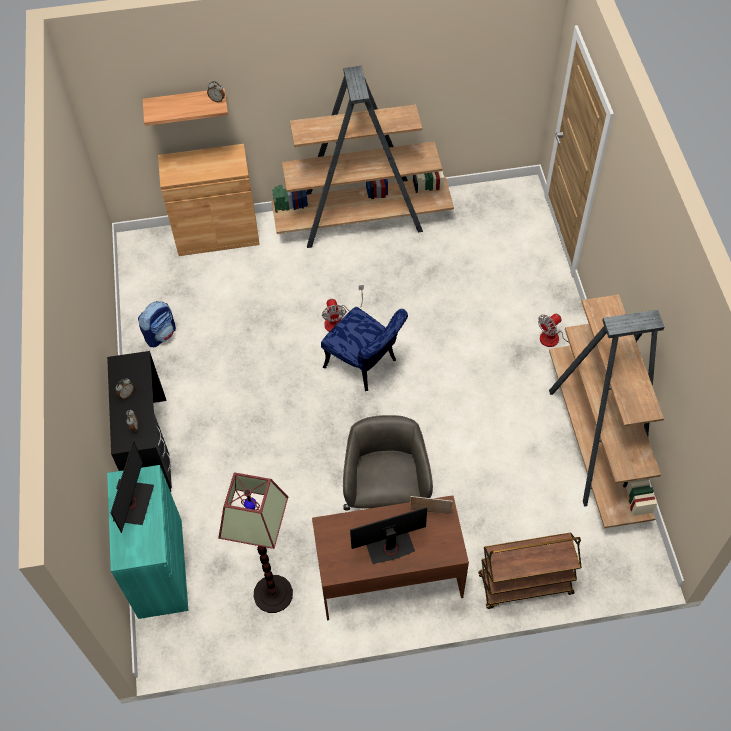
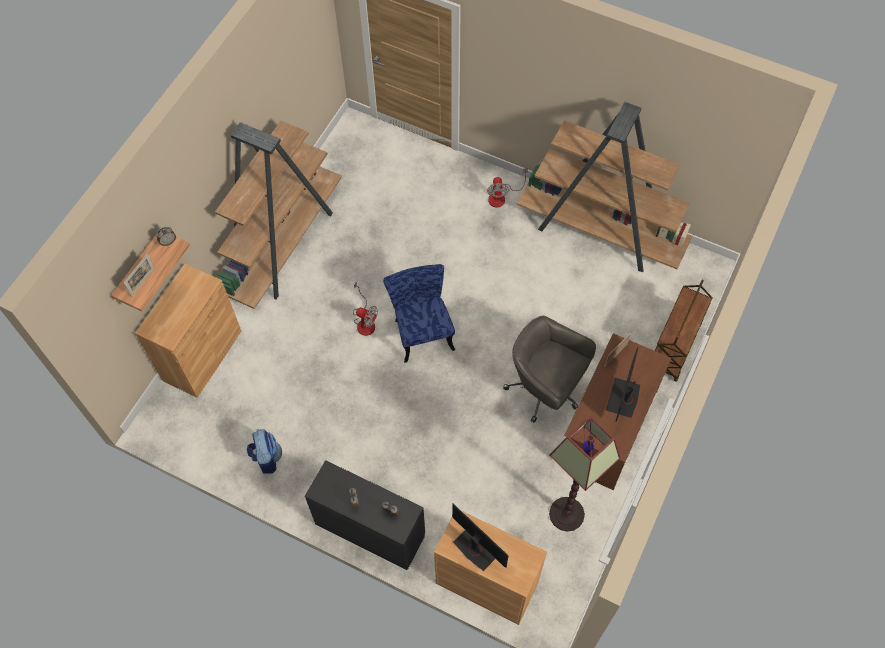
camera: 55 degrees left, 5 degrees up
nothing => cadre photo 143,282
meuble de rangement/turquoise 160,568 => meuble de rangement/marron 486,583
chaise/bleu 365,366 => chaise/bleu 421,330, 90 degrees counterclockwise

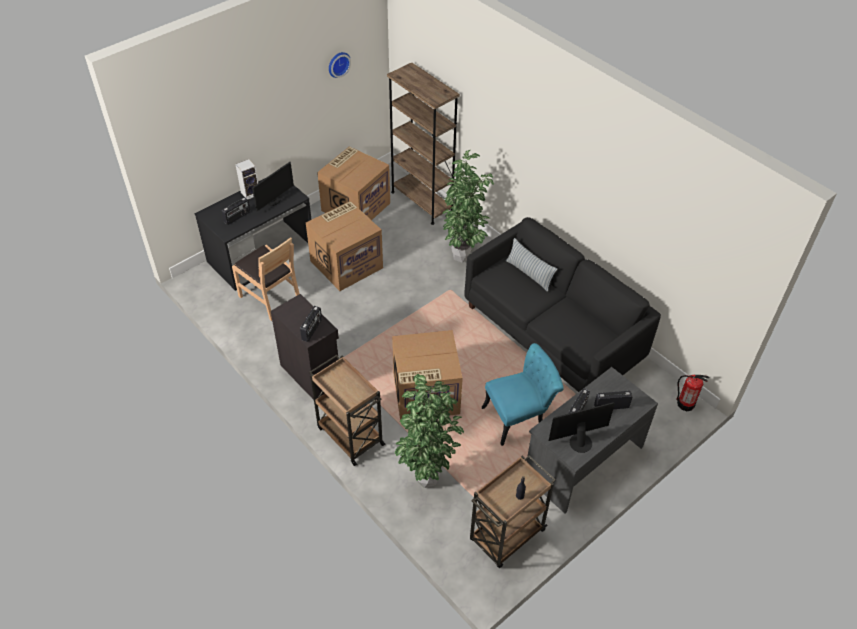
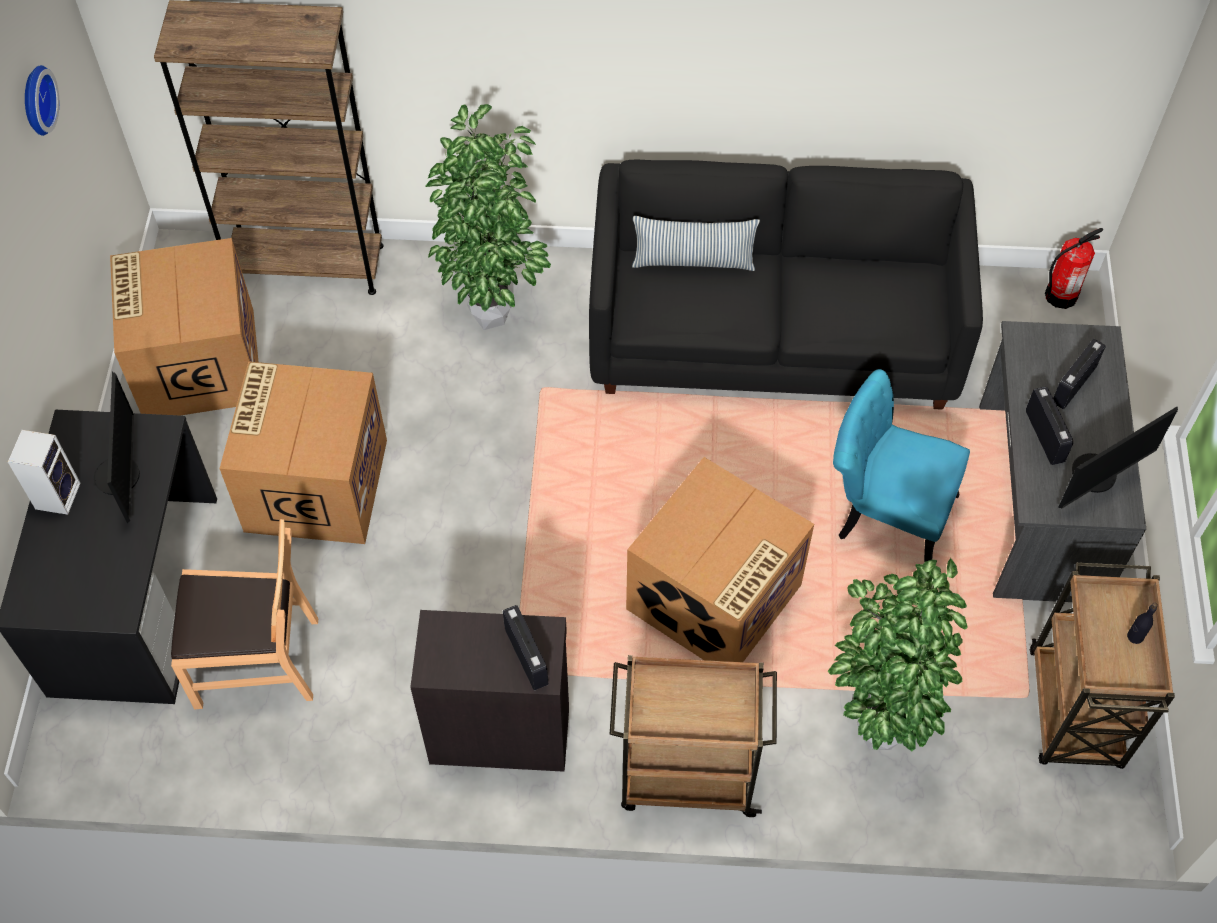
camera: 45 degrees left, 10 degrees up
radio 237,217 => nothing
chaise/turquoise 519,417 => chaise/turquoise 884,513, 90 degrees counterclockwise
écran d'ordinateur 579,441 => écran d'ordinateur 1097,477, 150 degrees counterclockwise

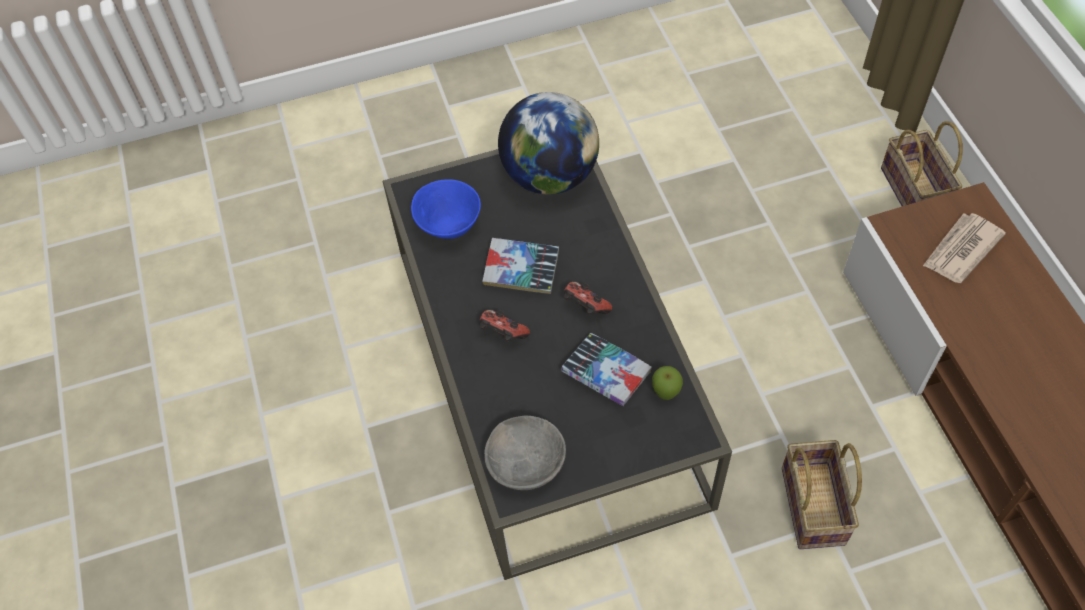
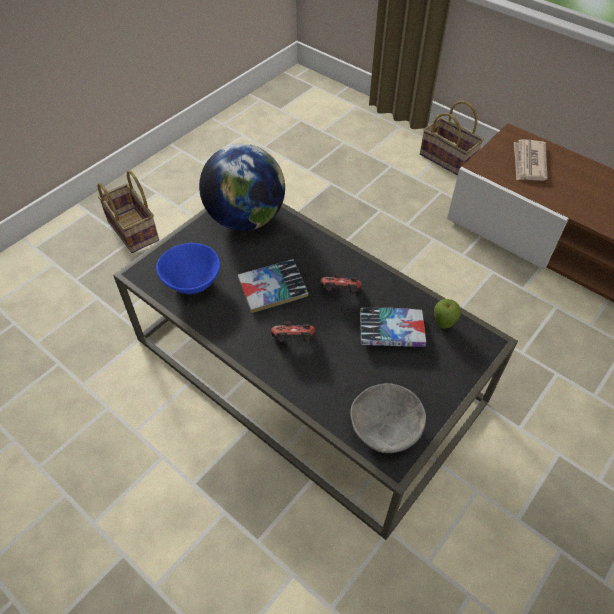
camera: 35 degrees left, 5 degrees down
panier 815,508 => panier 135,231, move

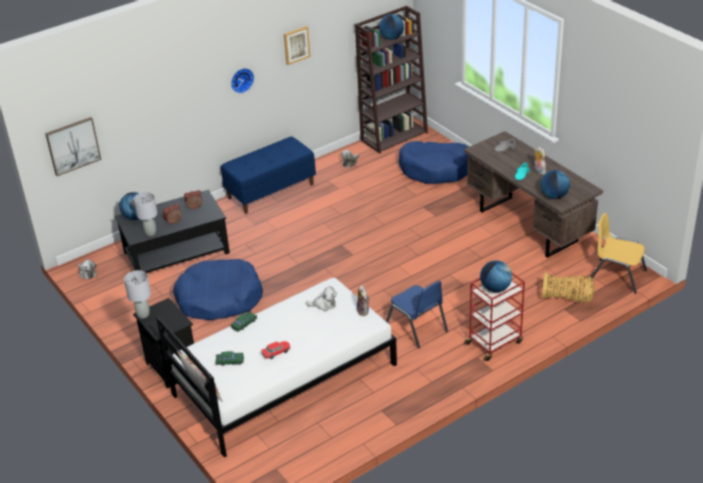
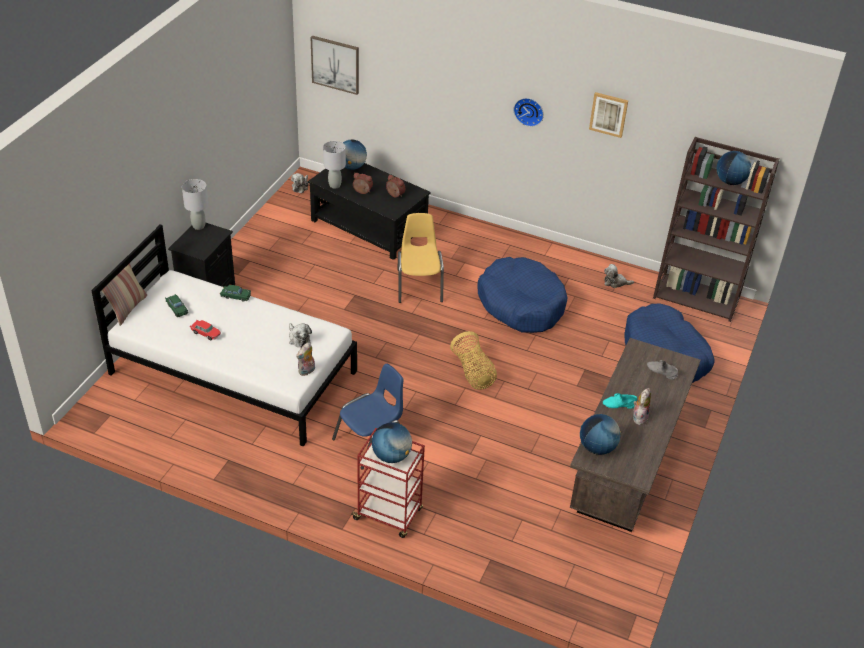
camera: 55 degrees right, 5 degrees up
banc/bleu 271,191 => nothing
panier pour chien/bleu 219,298 => panier pour chien/bleu 521,304, move
panier 567,298 => panier 473,372, move
chaise/jaune 617,275 => chaise/jaune 419,285, move
chaise/bleu 417,328 => chaise/bleu 371,441, 150 degrees counterclockwise

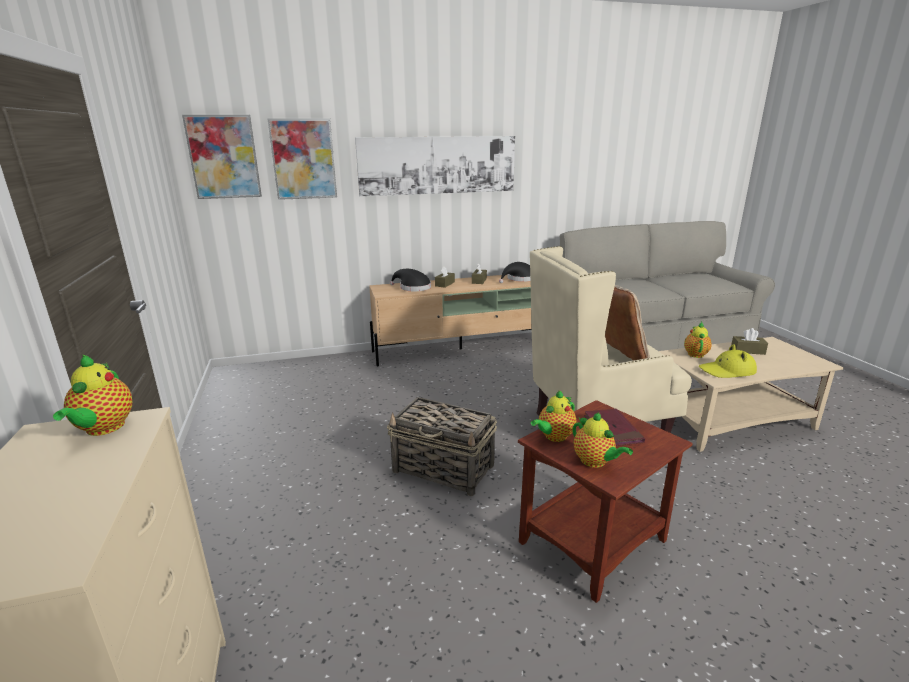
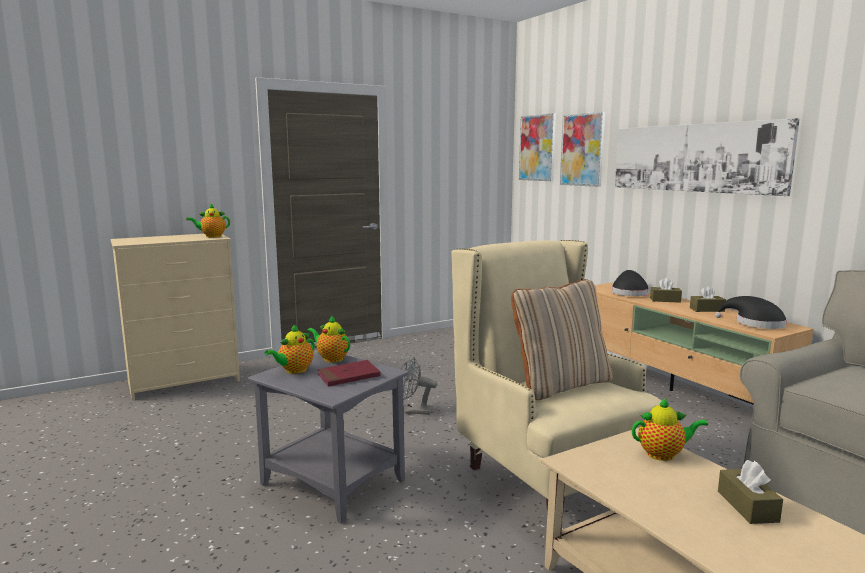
camera: 75 degrees right, 10 degrees down
chapeau/jaune 727,371 => nothing
panier 444,469 => ventilateur/gris 414,411
table d'appoint/marron 591,540 => table d'appoint/gris 334,481

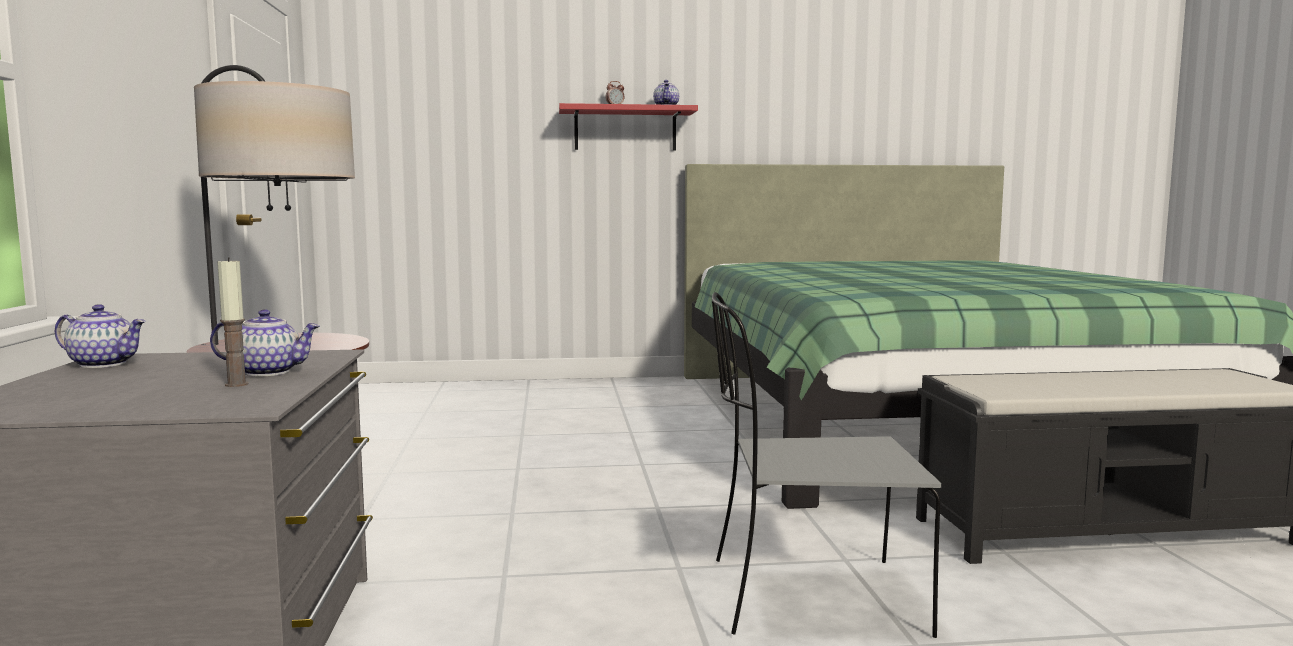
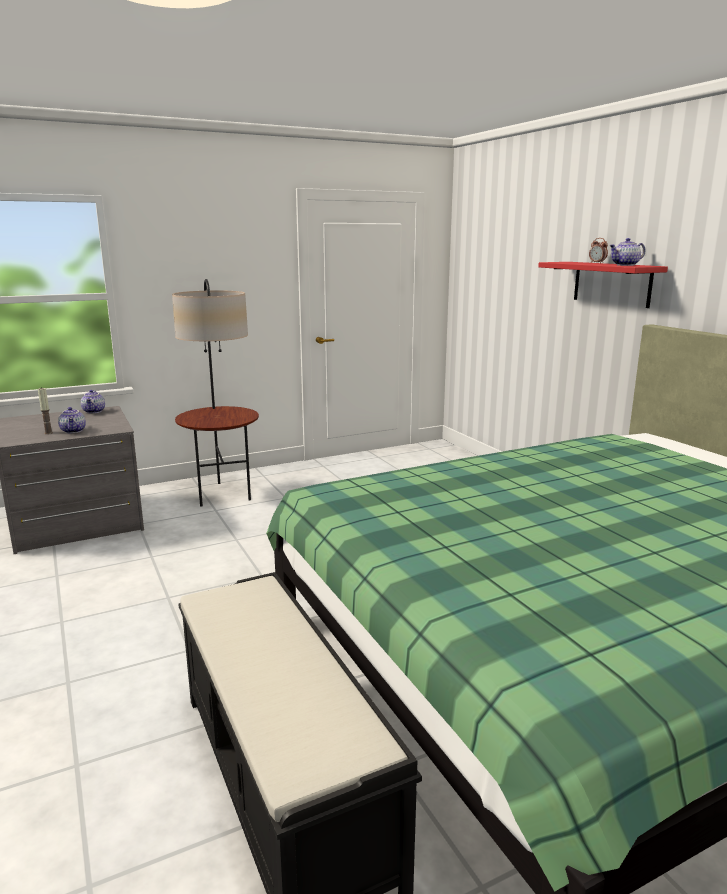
camera: 70 degrees right, 10 degrees up
chaise/gris 809,596 => nothing

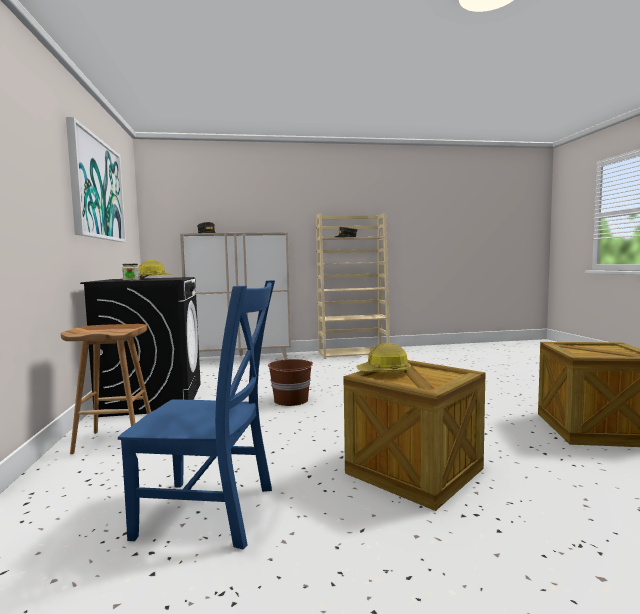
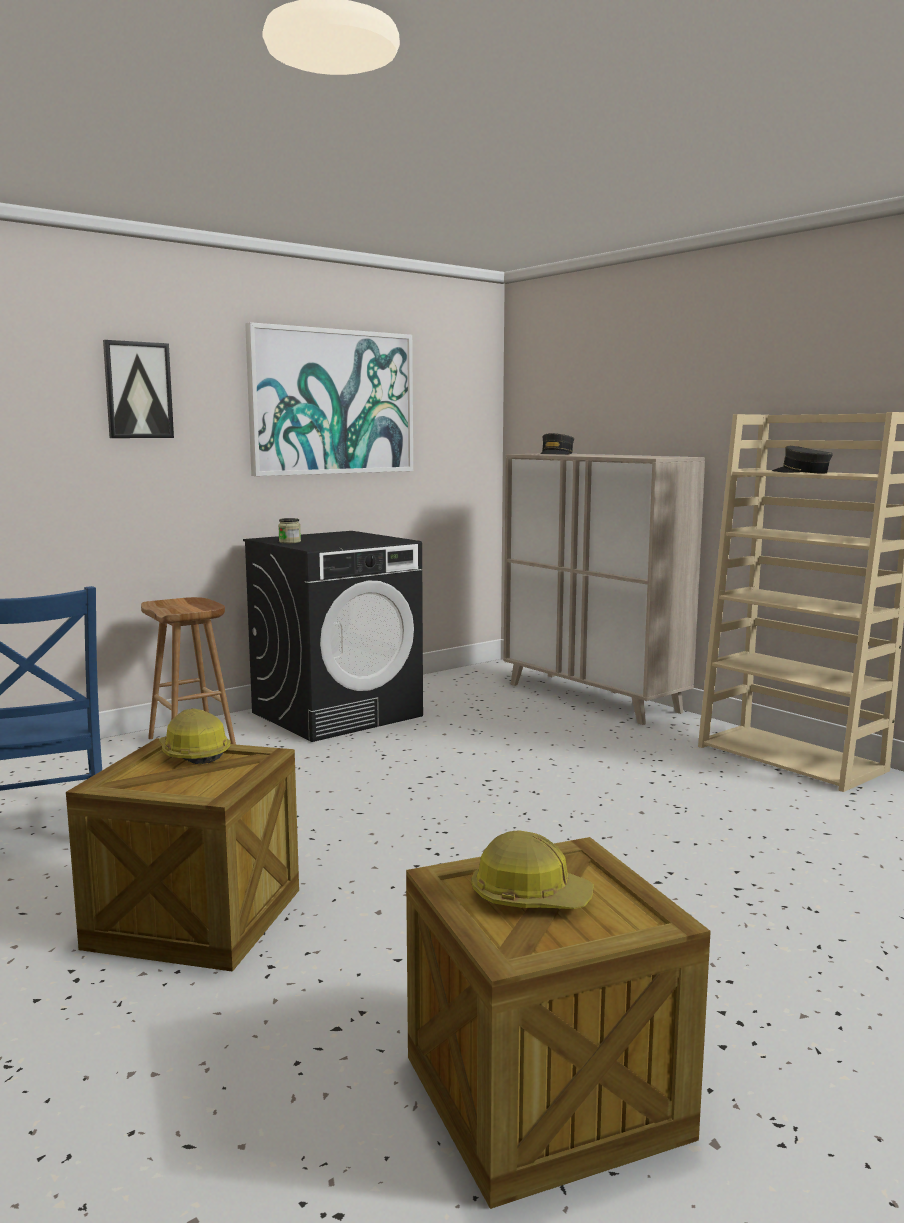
camera: 60 degrees right, 5 degrees up
seau/marron 291,400 => nothing
nothing => tableau 138,390
casque de chantier 154,278 => casque de chantier 529,897, move

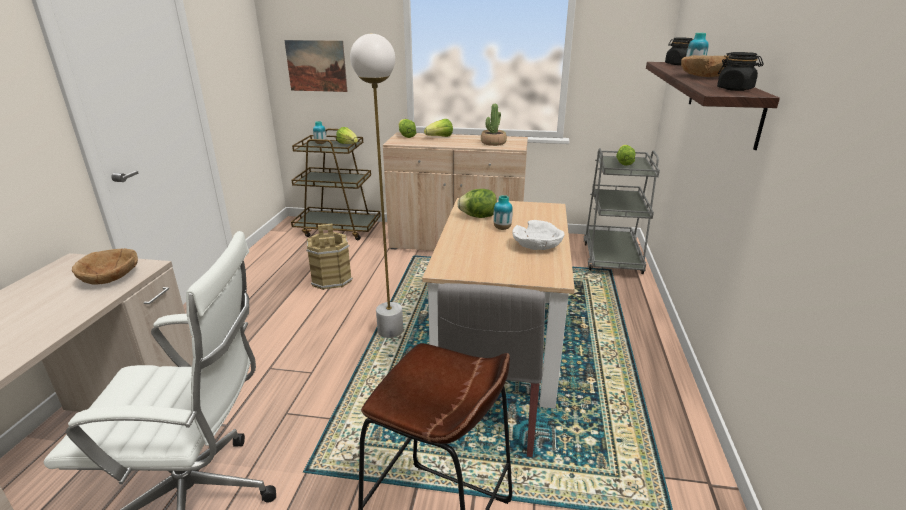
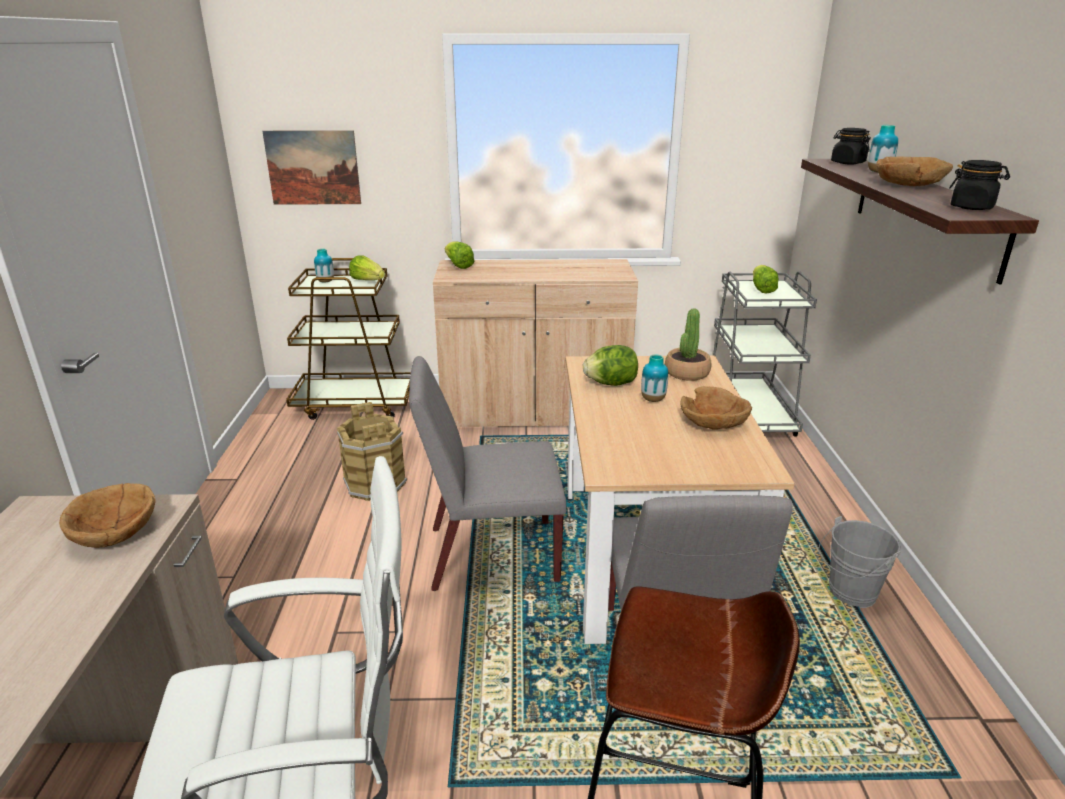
camera: 10 degrees left, 0 degrees up
laitue 440,137 => nothing
nothing => seau/gris 848,594
plante en pot 493,143 => plante en pot 686,373, move
lampadaire/blanc 390,331 => chaise/gris 491,554
bol/blanc 537,246 => bol/marron 713,423

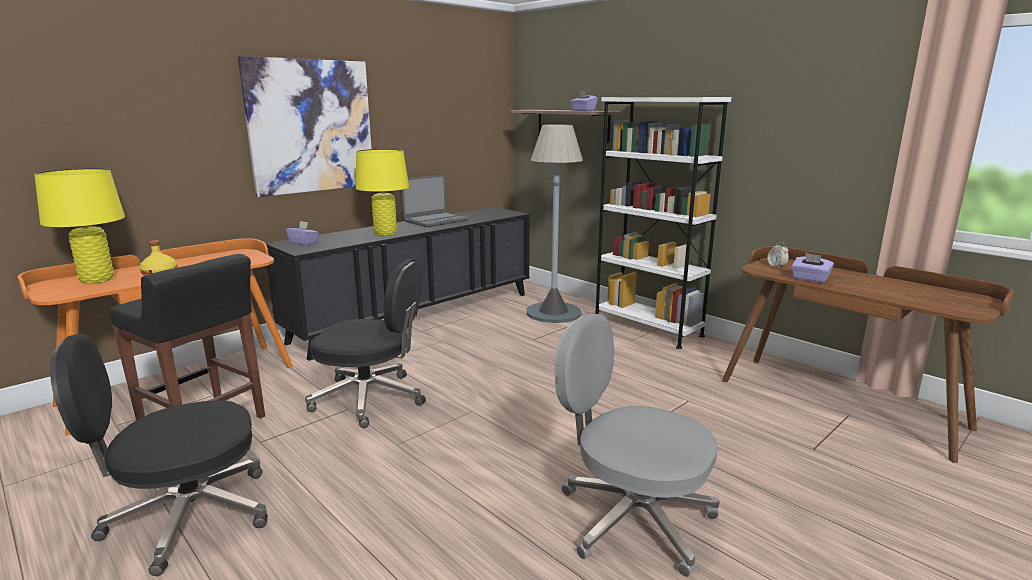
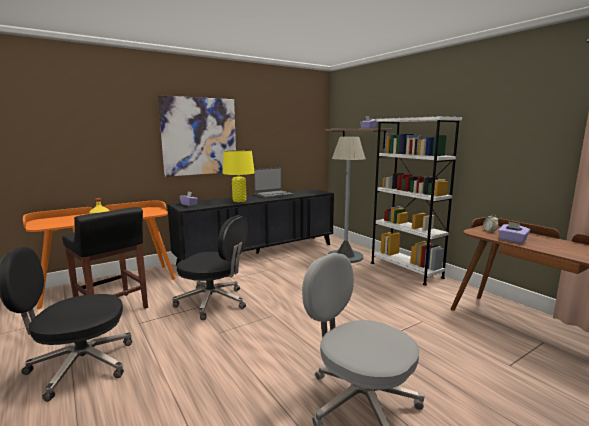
camera: 10 degrees right, 5 degrees down
lampe de table/jaune 97,280 => nothing

